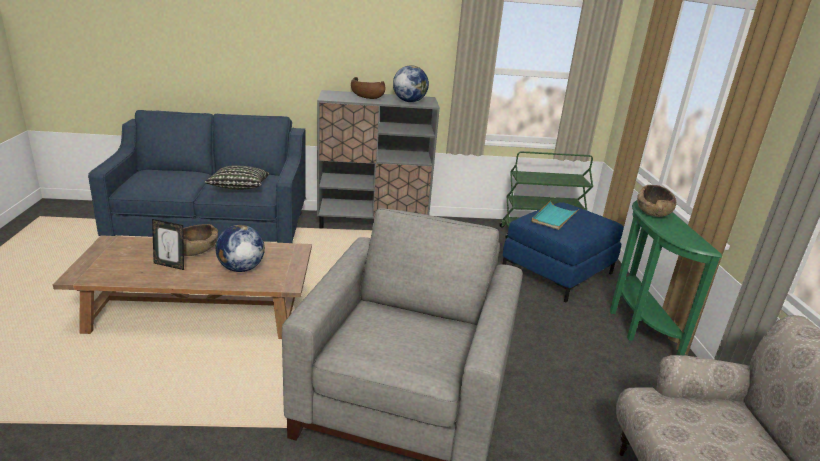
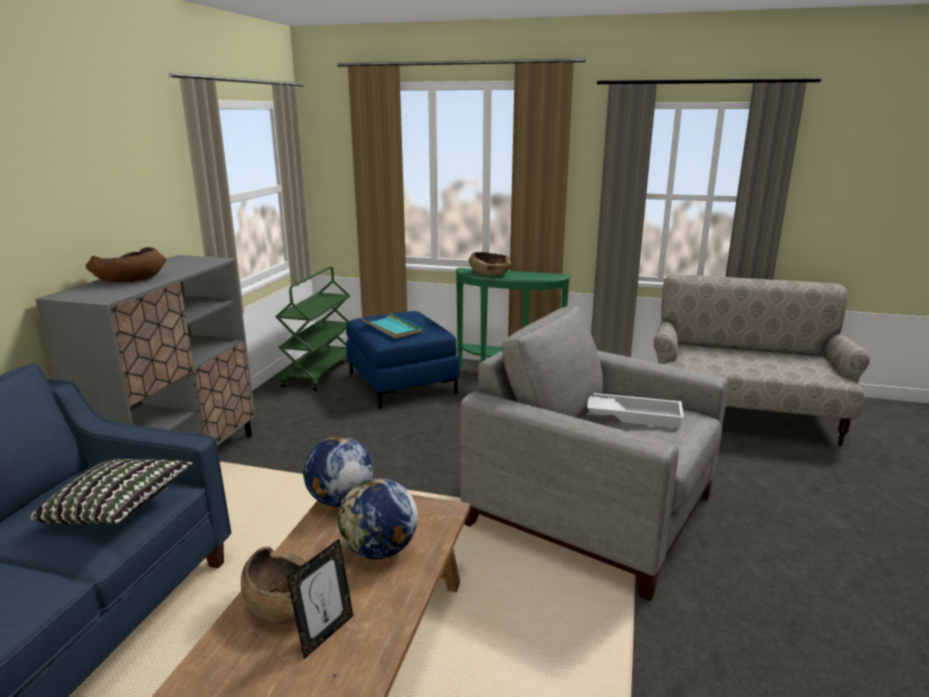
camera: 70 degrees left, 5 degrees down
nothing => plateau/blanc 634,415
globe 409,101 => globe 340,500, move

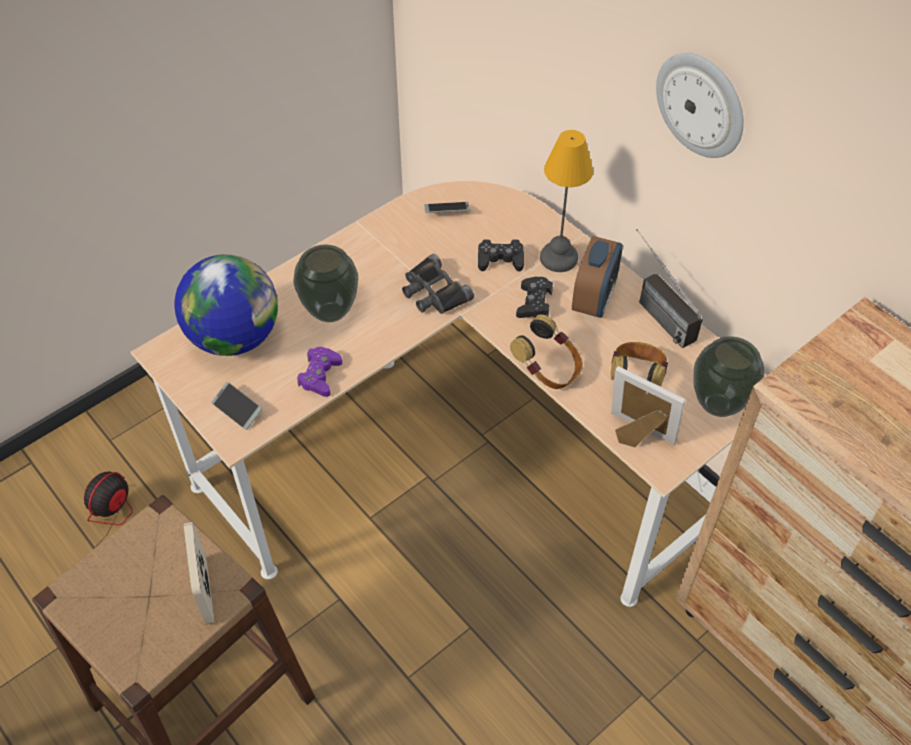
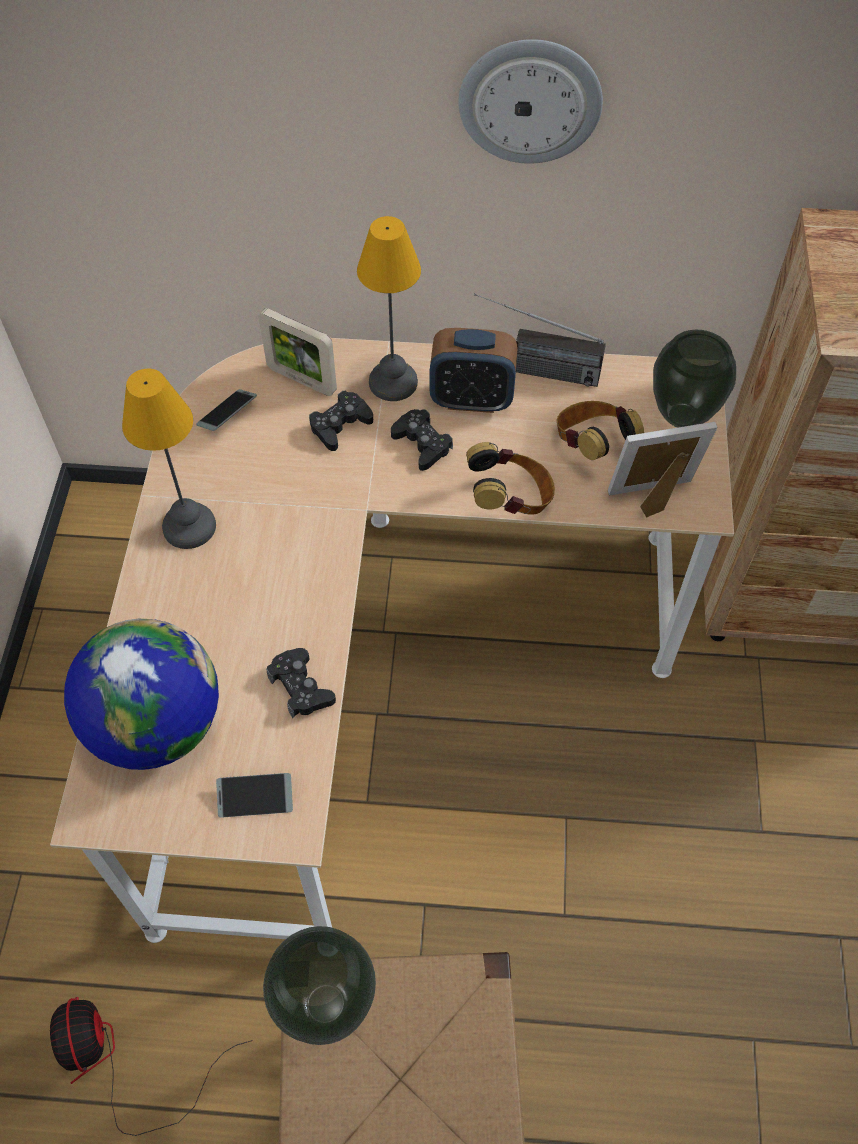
camera: 45 degrees left, 5 degrees up
jumelles/noir 434,292 => nothing
nothing => lampe de table 189,528
cadre photo 206,591 => cadre photo 302,380, move
vase 329,312 => vase 324,1004, move
manette/violet 320,375 => manette/noir 301,687
réveil 593,300 => réveil 471,399, 120 degrees clockwise

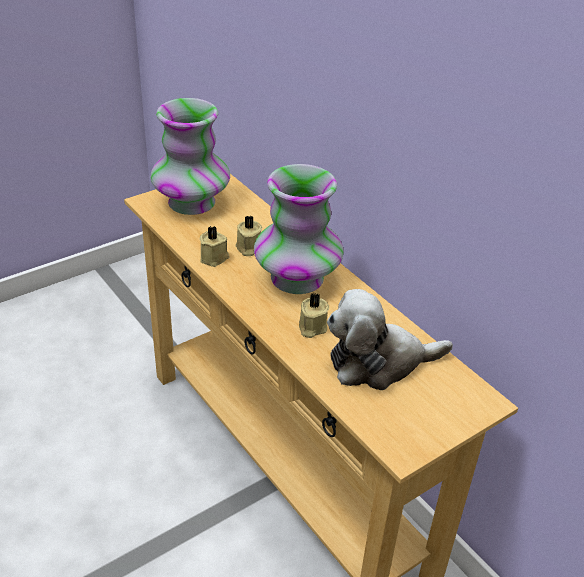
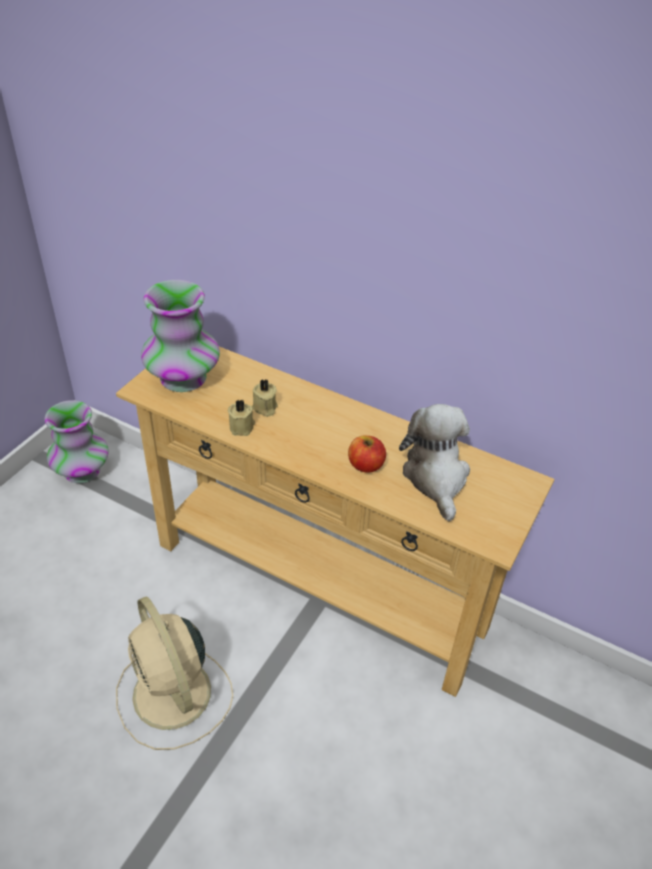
camera: 25 degrees left, 5 degrees up
nothing => ventilateur/beige 173,696
vase 297,279 => vase 82,471, move
bougie/beige 311,327 => pomme 366,465
peluche 379,362 => peluche 436,477, 120 degrees clockwise

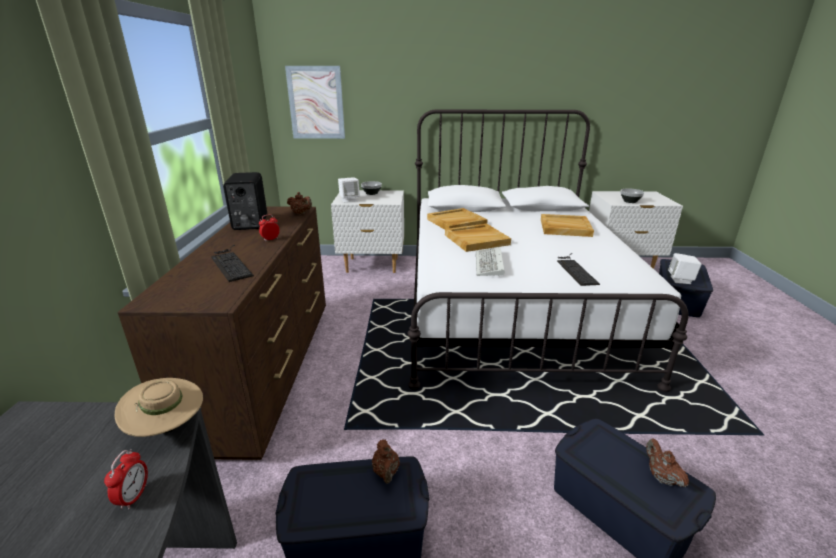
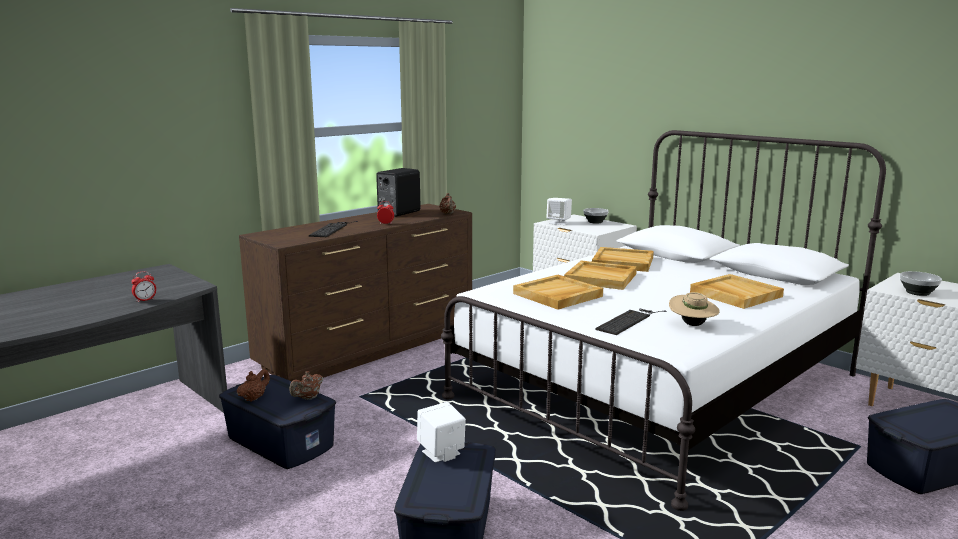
camera: 45 degrees right, 10 degrees down
tableau 316,103 => nothing
chapeau/beige 168,427 => chapeau/beige 692,325, move
théière/marron 661,477 => théière/marron 254,398, move
enceinte/blanc 680,280 => enceinte/blanc 441,453, move
clavier 490,264 => plateau/beige 557,295

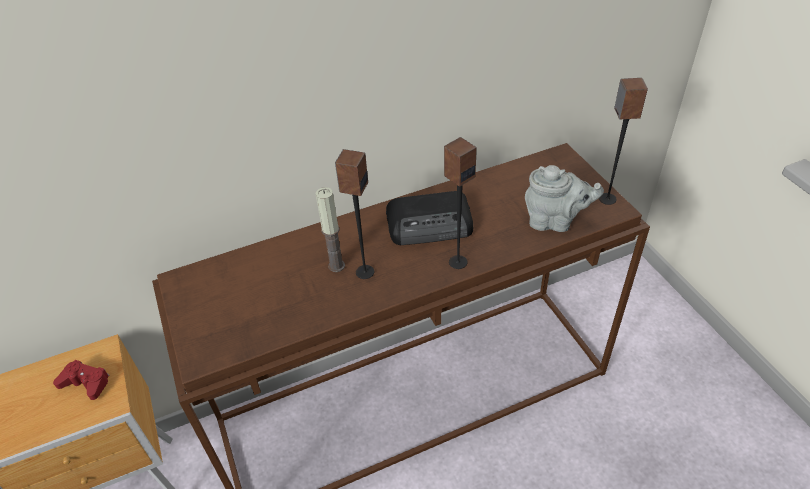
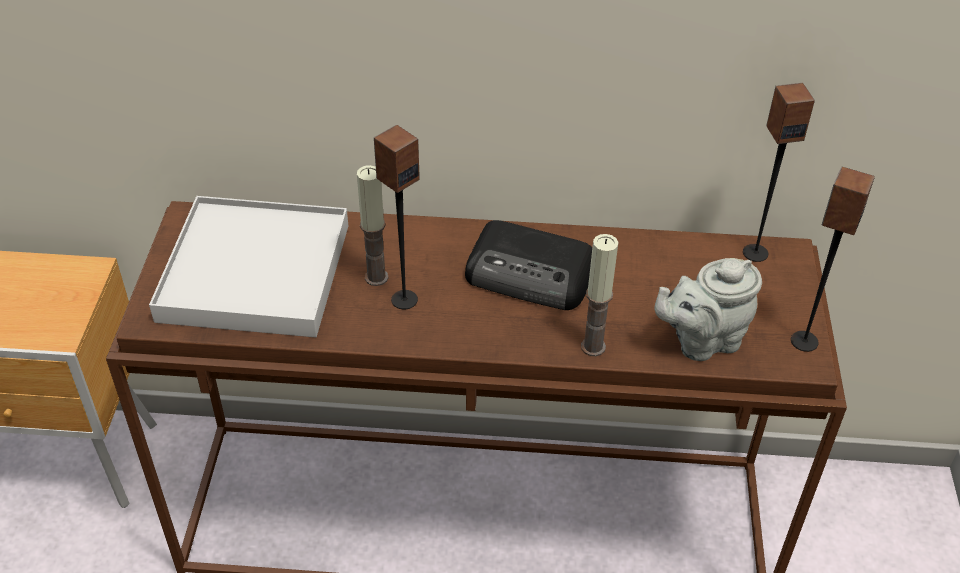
camera: 25 degrees right, 0 degrees up
manette/rouge 85,383 => nothing
nothing => plateau/blanc 256,272
nothing => bougie 593,347
enceinte 457,262 => enceinte 755,252, move
théière/gris 555,221 => théière/gris 702,340, 120 degrees clockwise

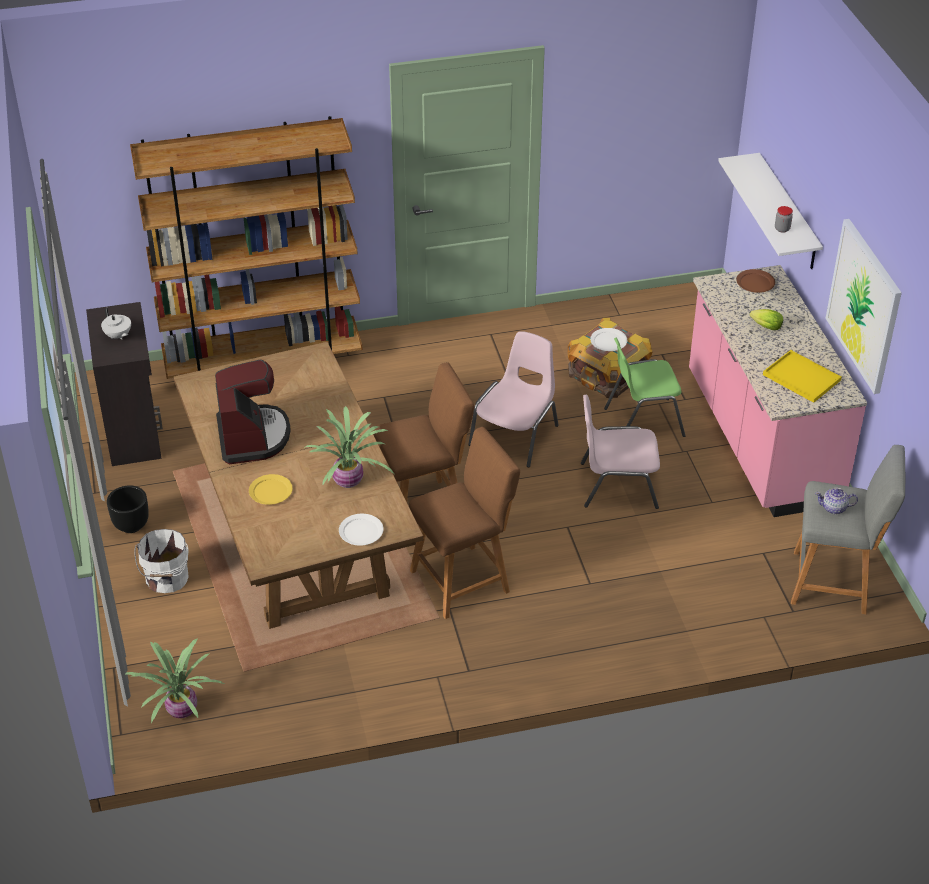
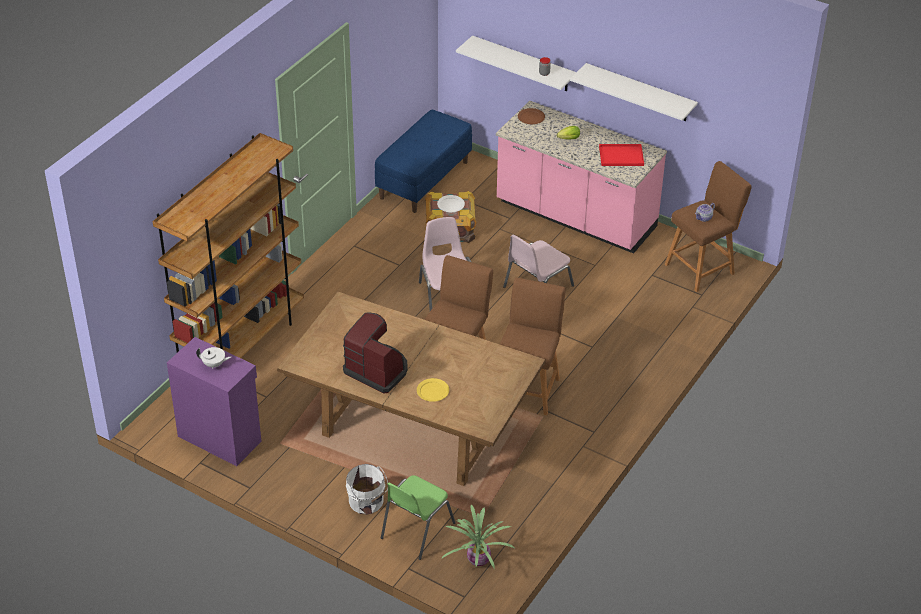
camera: 45 degrees left, 0 degrees up
cache-pot/noir 131,525 => nothing
plante en pot 349,482 => nothing
assiette/blanc 361,531 => nothing
nothing => banc/bleu 424,179
chaise/vert 642,422 => chaise/vert 416,531, move
tableau 864,305 => étagère/blanc 640,93
meuble de rangement/noir 134,431 => meuble de rangement/violet 220,438
plateau/jaune 803,377 => plateau/rouge 622,155
tabouret/gris 835,583 => tabouret/marron 702,268

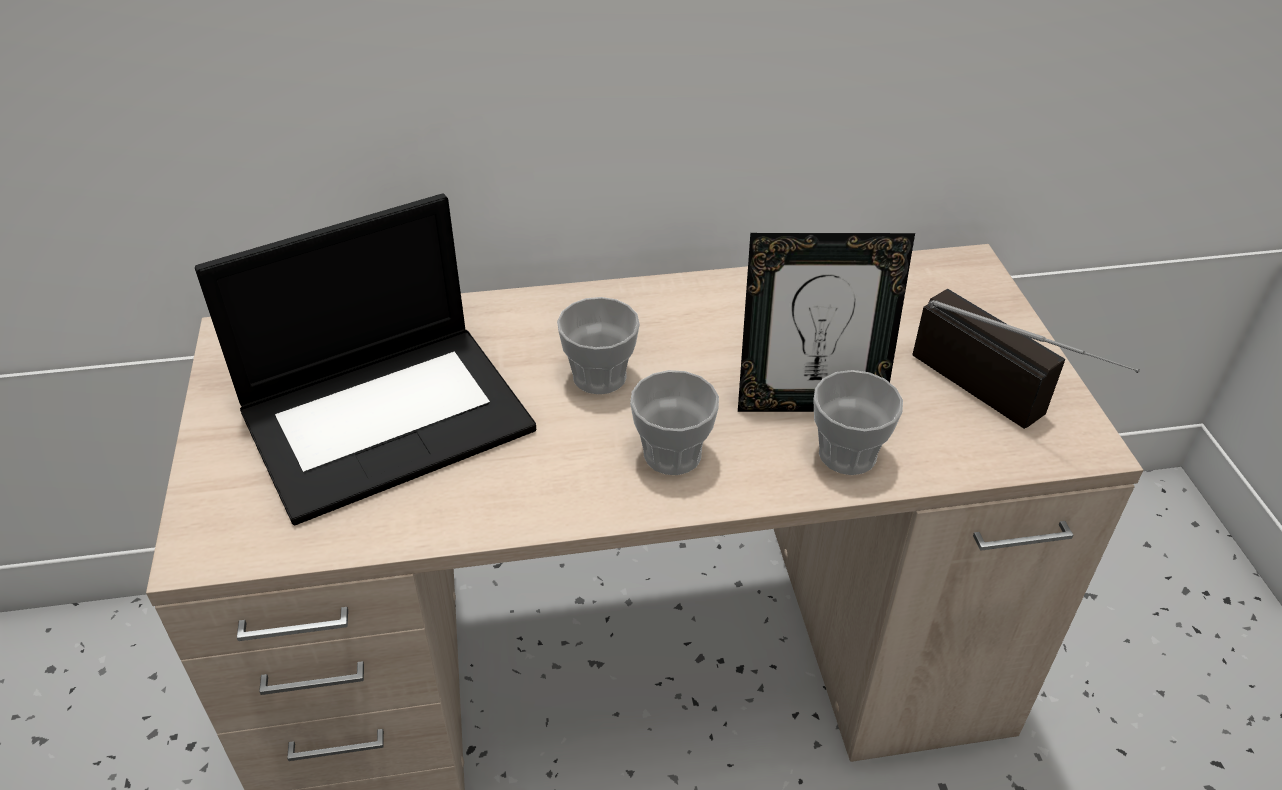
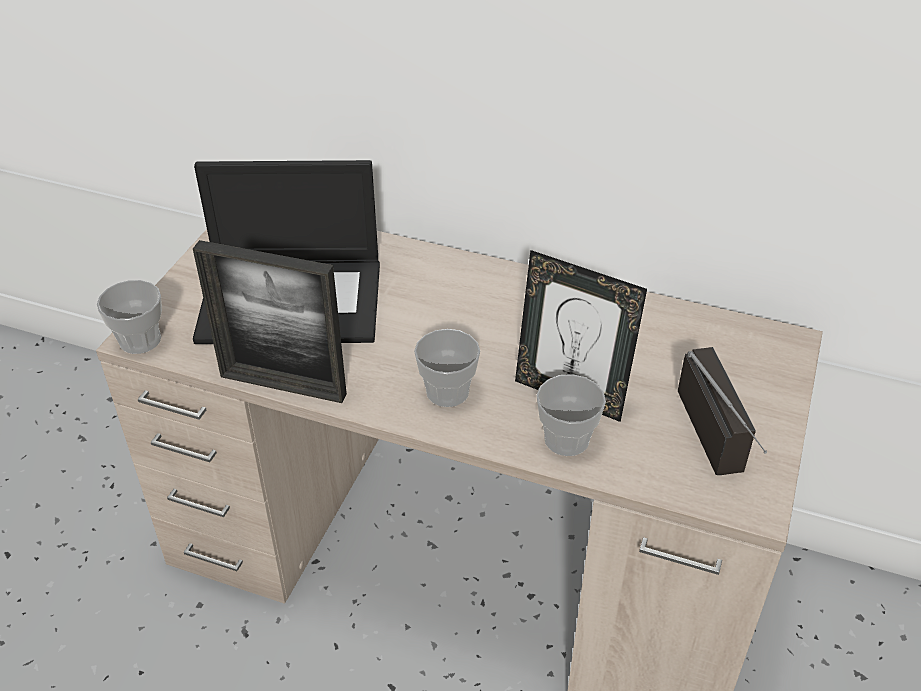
camera: 30 degrees right, 0 degrees up
nothing => cadre photo 283,385
tasse 599,376 => tasse 140,340, move

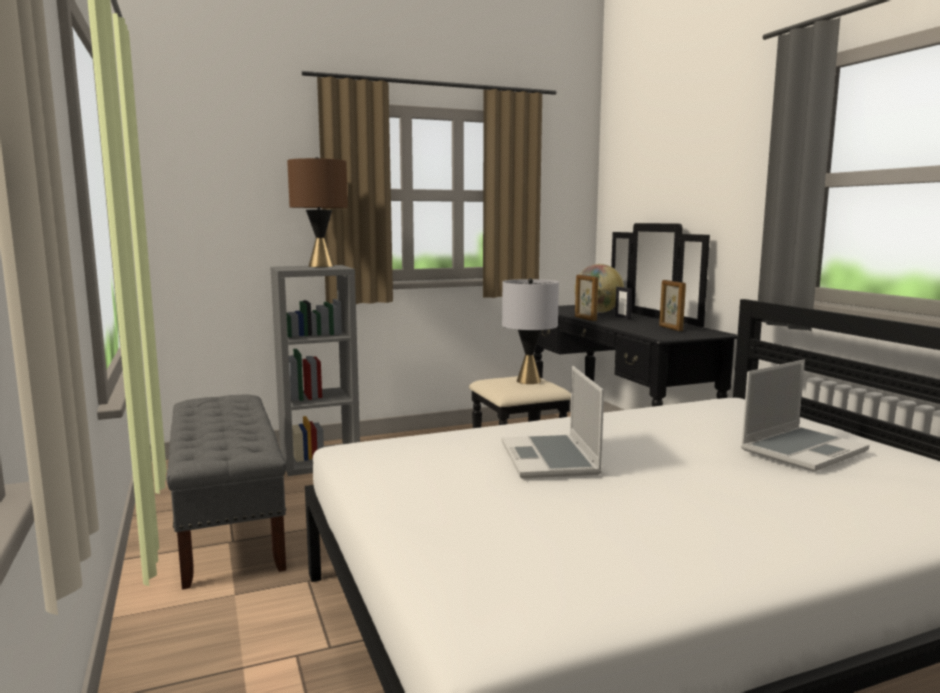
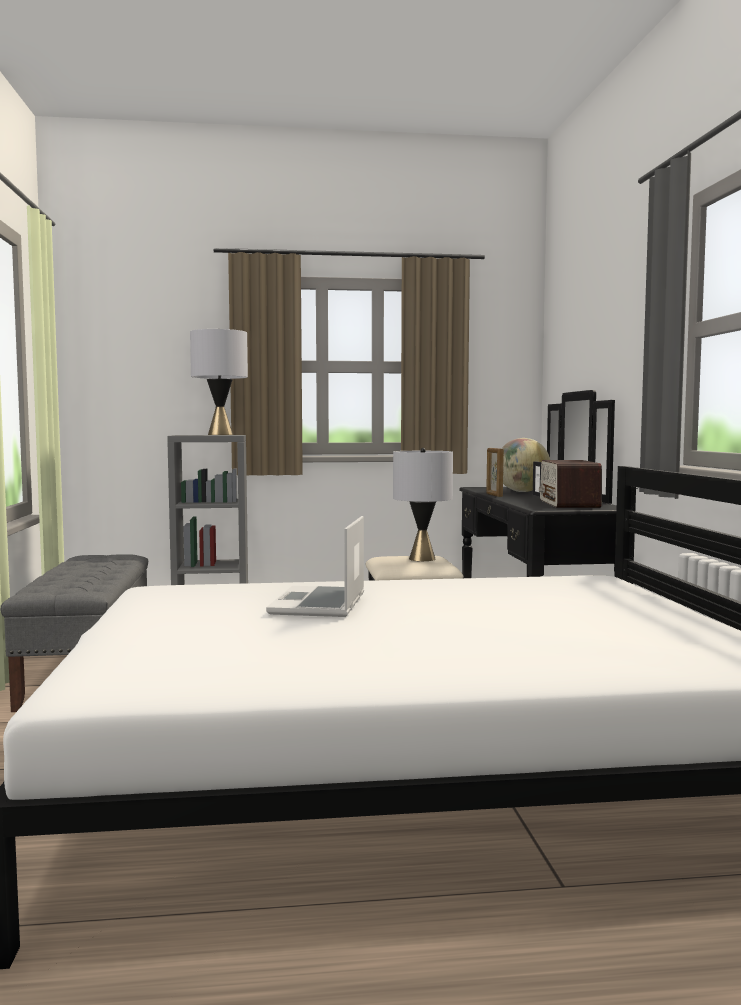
camera: 15 degrees right, 5 degrees down
ordinateur portable 802,450 => nothing
cadre photo 670,328 => radio 569,504
lampe de table/marron 321,266 => lampe de table/gris 220,434

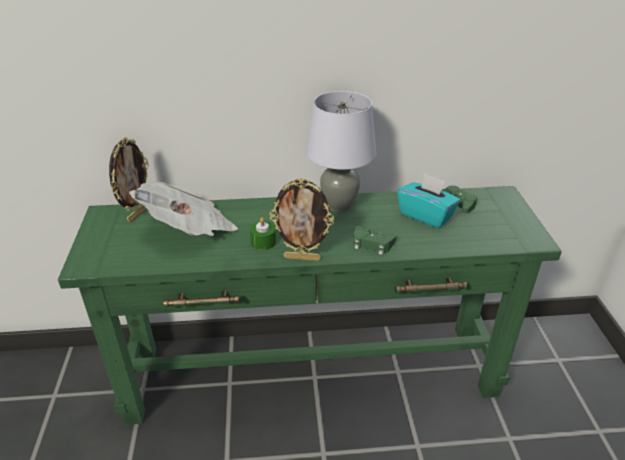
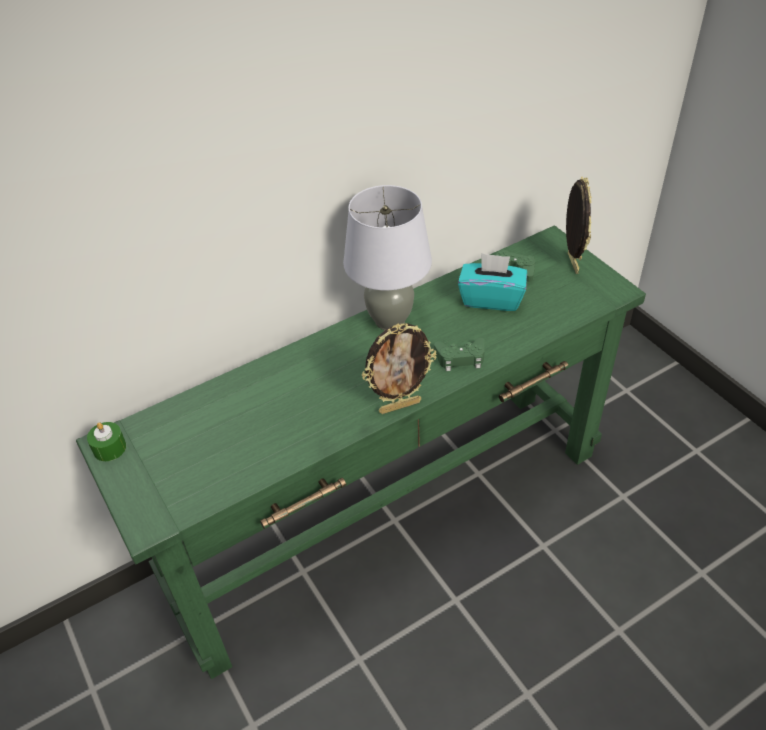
camera: 25 degrees left, 10 degrees up
journal 189,230 => nothing
cadre photo 137,214 => cadre photo 571,263, move
bougie/vert 263,242 => bougie/vert 109,448, move

